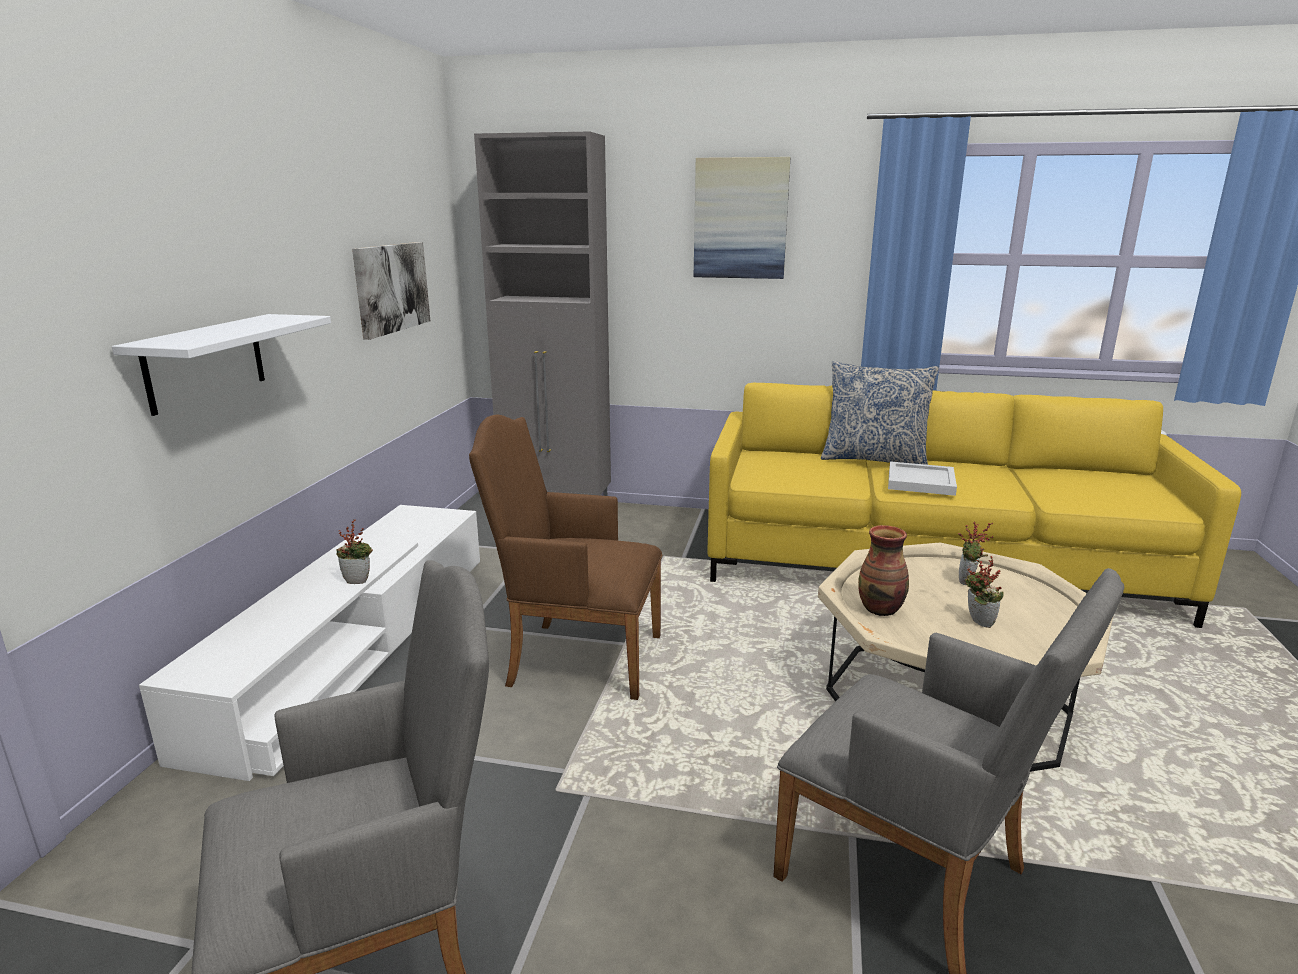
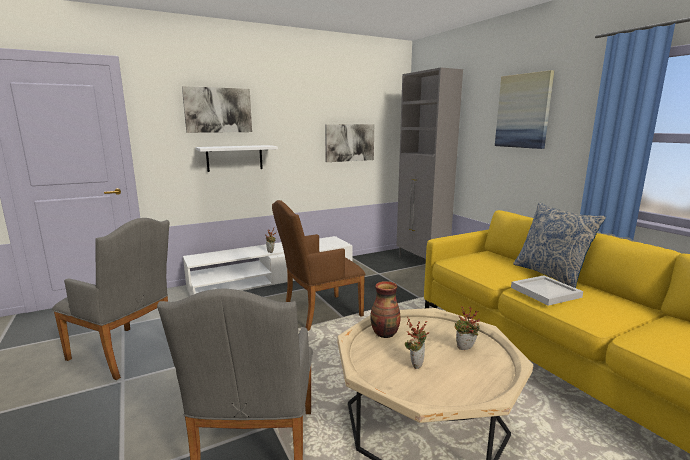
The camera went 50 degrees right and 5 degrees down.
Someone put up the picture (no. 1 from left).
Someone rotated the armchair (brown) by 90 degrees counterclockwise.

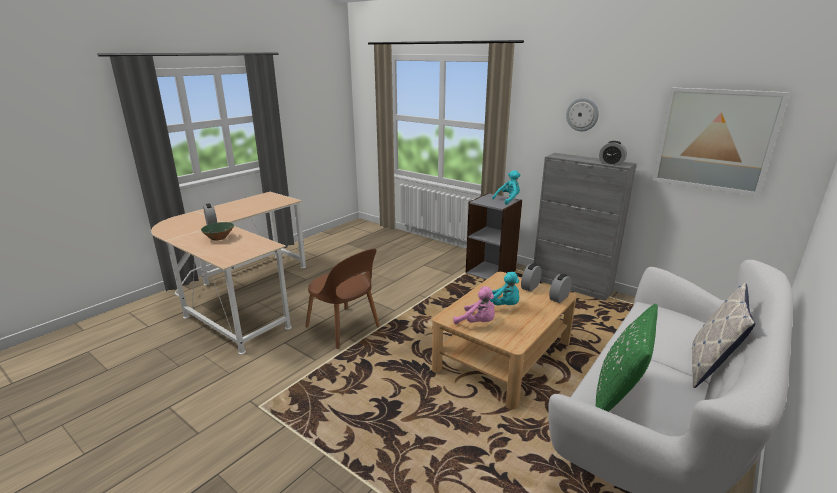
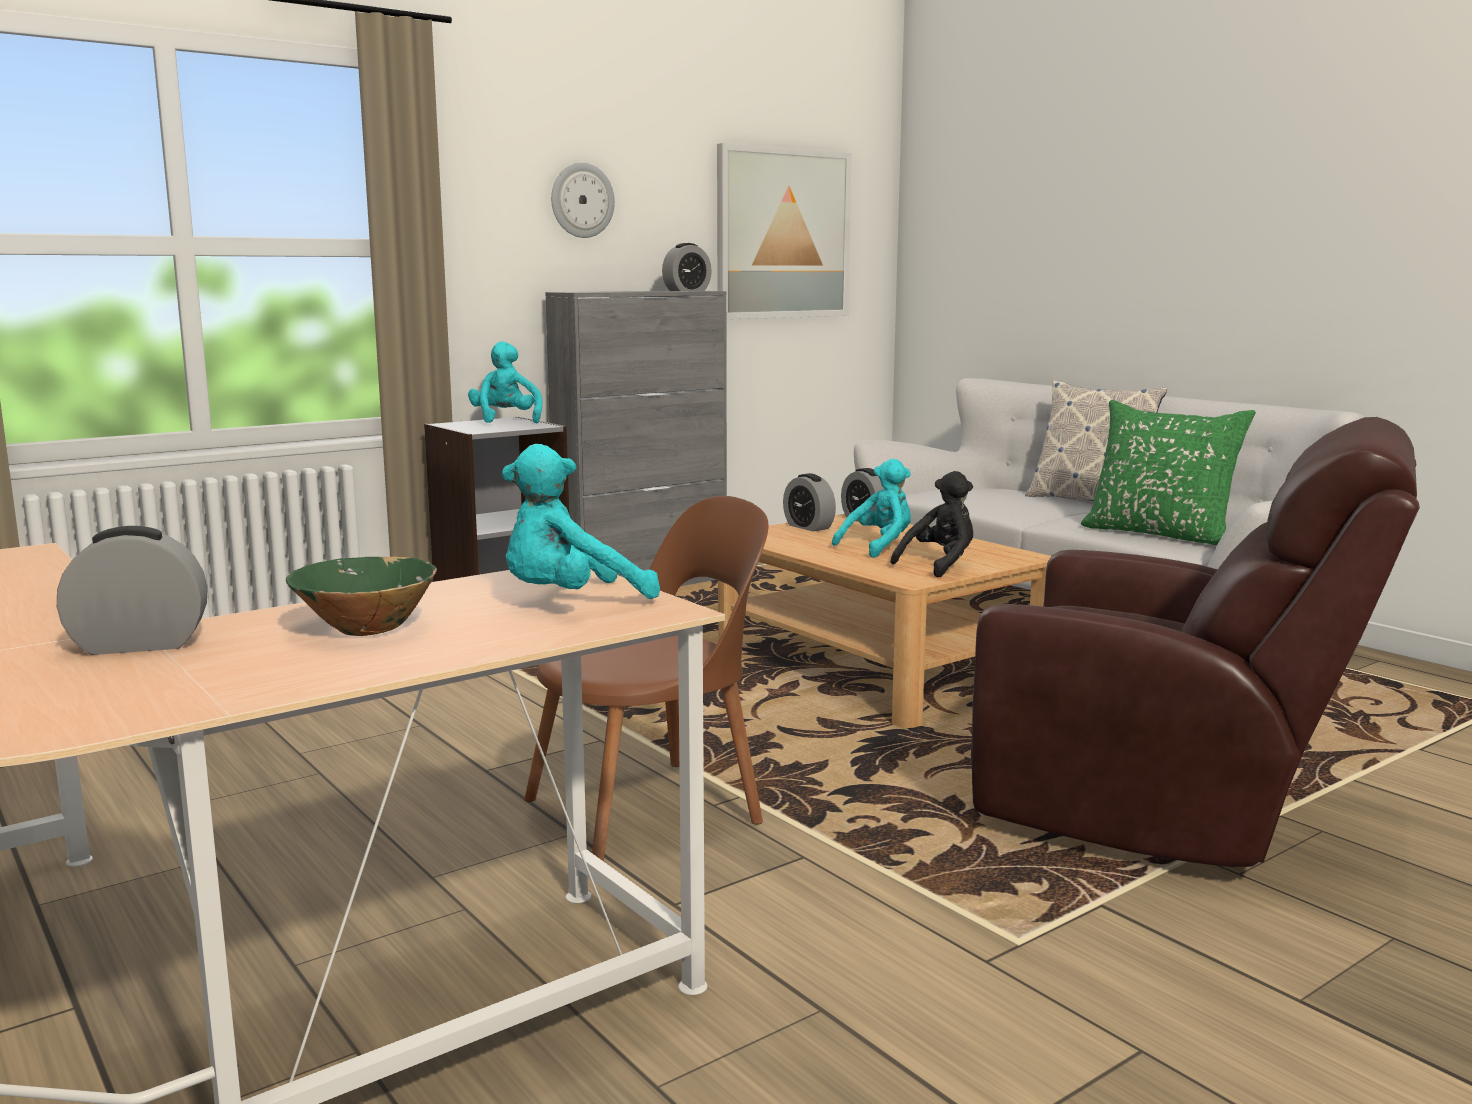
The camera went 75 degrees left and 10 degrees down.
Someone put down the plush toy (turquoise) (no. 2 from left).
Someone put down the armchair (brown).
Someone repainted the plush toy (pink), which became the plush toy (black).

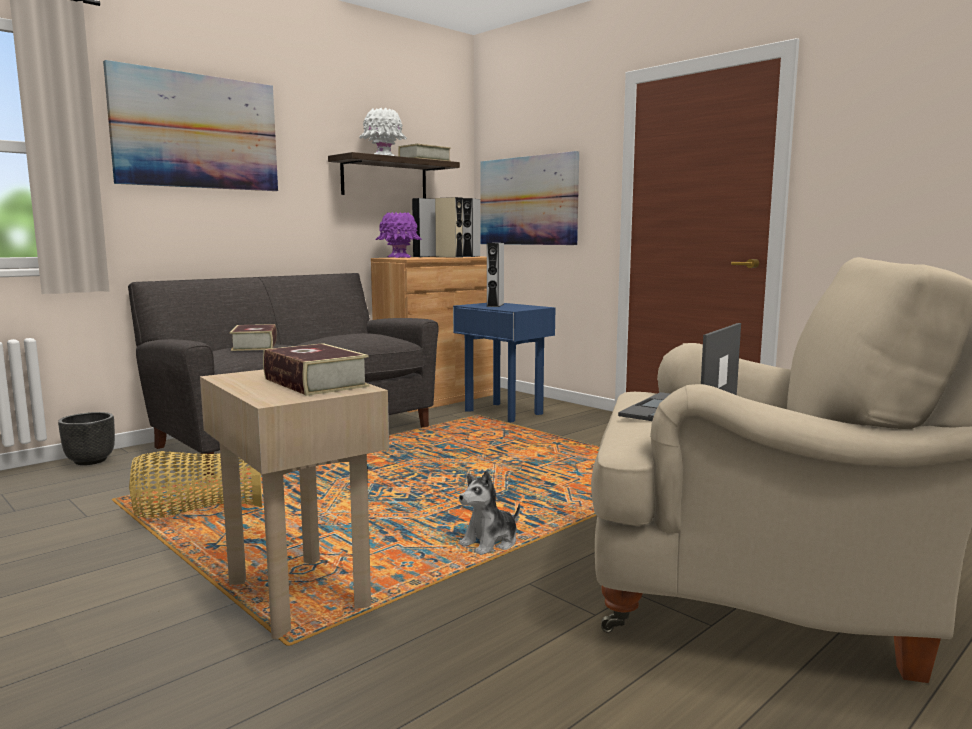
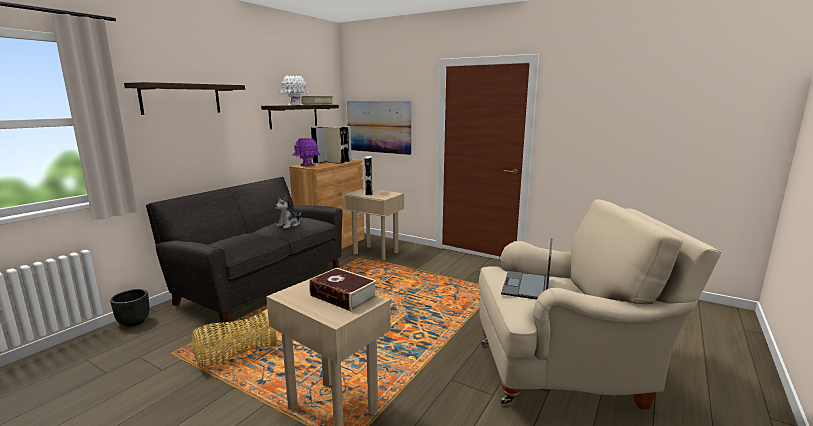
The camera went 15 degrees left and 5 degrees up.
Someone took away the book (no. 1 from left).
Someone carried the plush toy.
Someone swapped the picture (no. 1 from left) for the shelf (no. 1 from left).
Someone repainted the side table (blue), which became the side table (beige) (no. 2 from left).

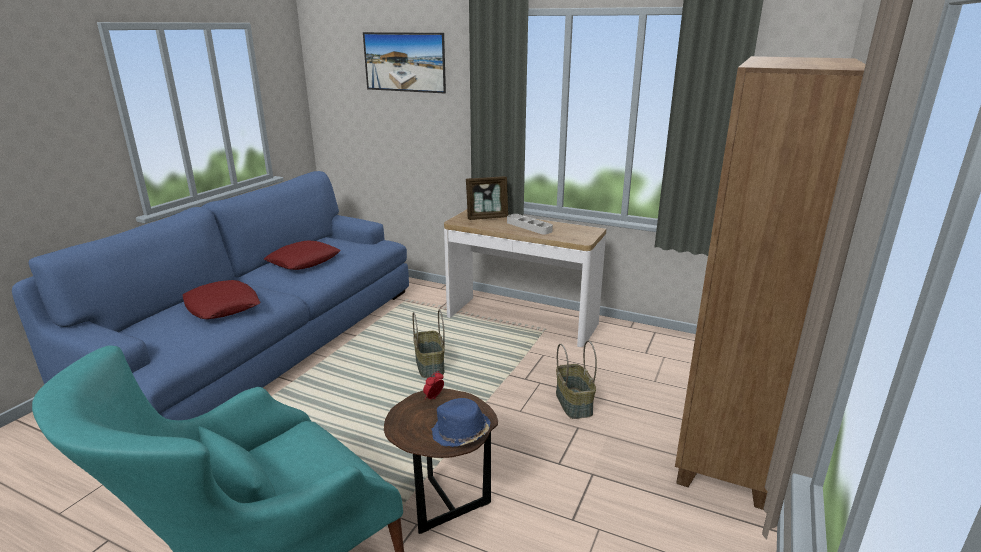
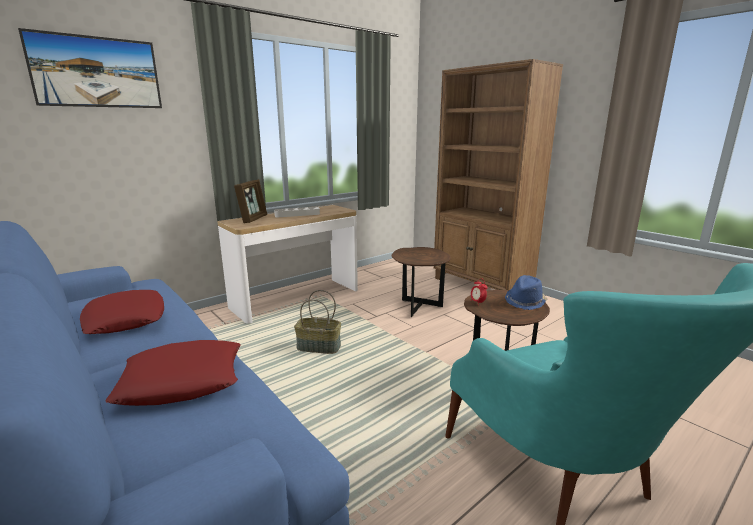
The camera went 65 degrees left and 5 degrees down.
Someone swapped the basket (no. 2 from left) for the side table (brown) (no. 1 from left).

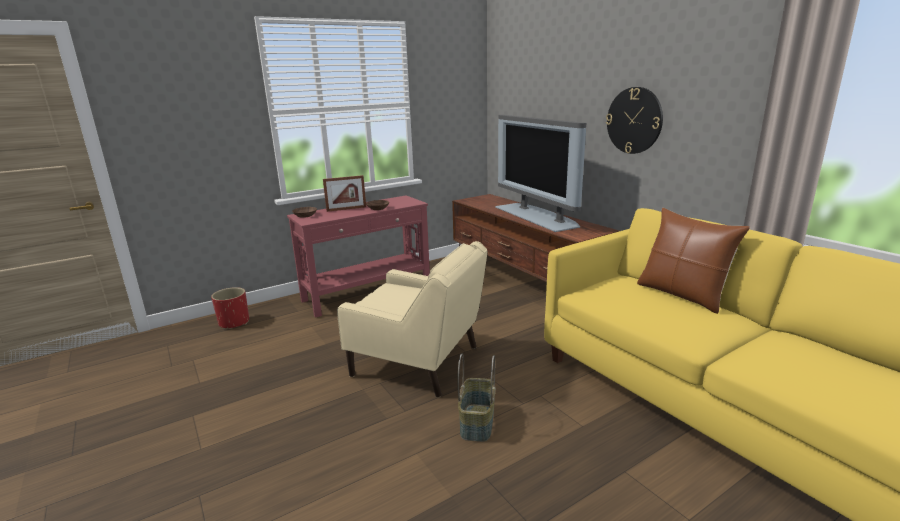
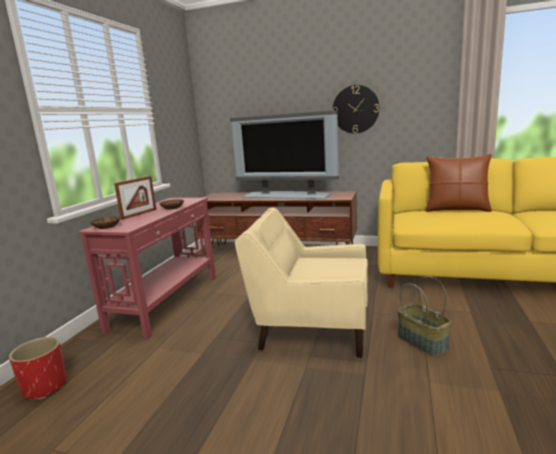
The camera went 40 degrees left and 5 degrees down.
Someone rotated the armchair (beige) by 150 degrees counterclockwise.

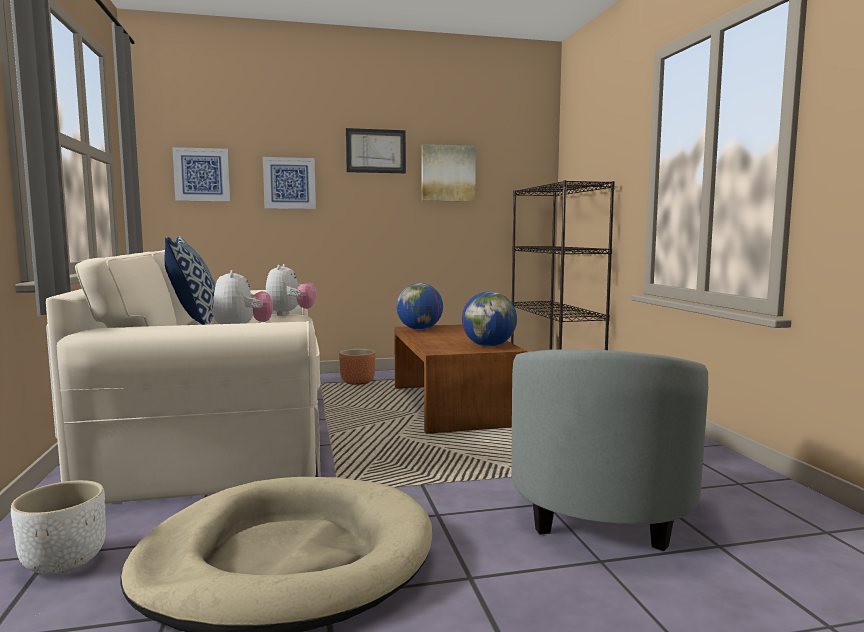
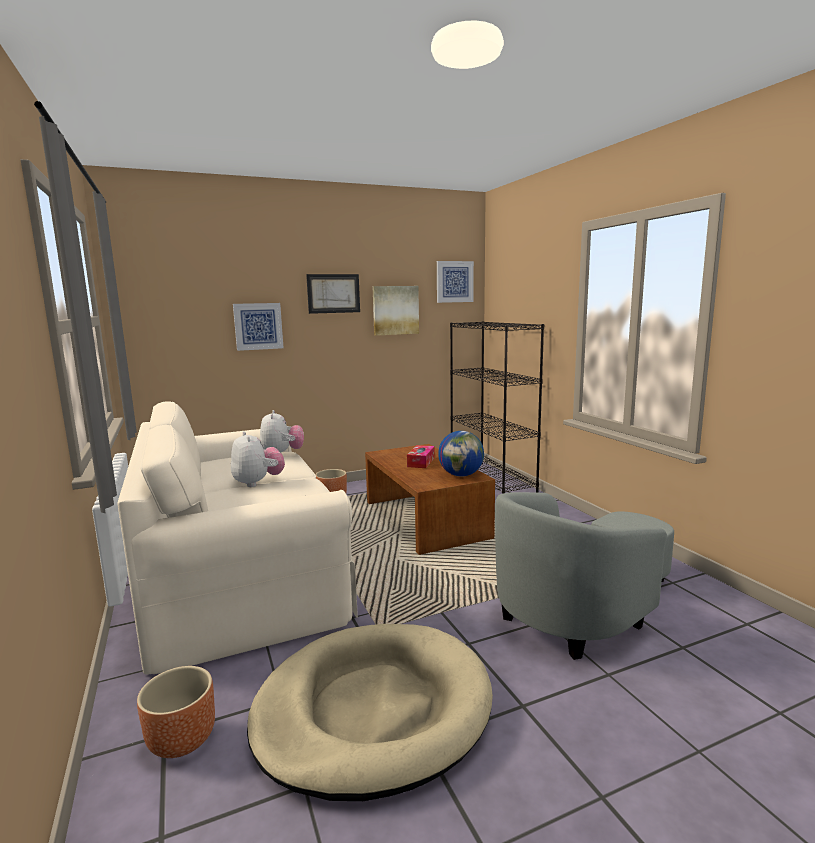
The camera went 10 degrees left and 5 degrees up.
Someone took away the pillow.
Someone took away the globe (no. 1 from left).
Someone put down the tissue box.
Someone carried the picture (no. 1 from left in the first image).
Someone repainted the planter (white), which became the planter (brown) (no. 1 from left).
Someone rotated the armchair (grey) by 45 degrees clockwise.

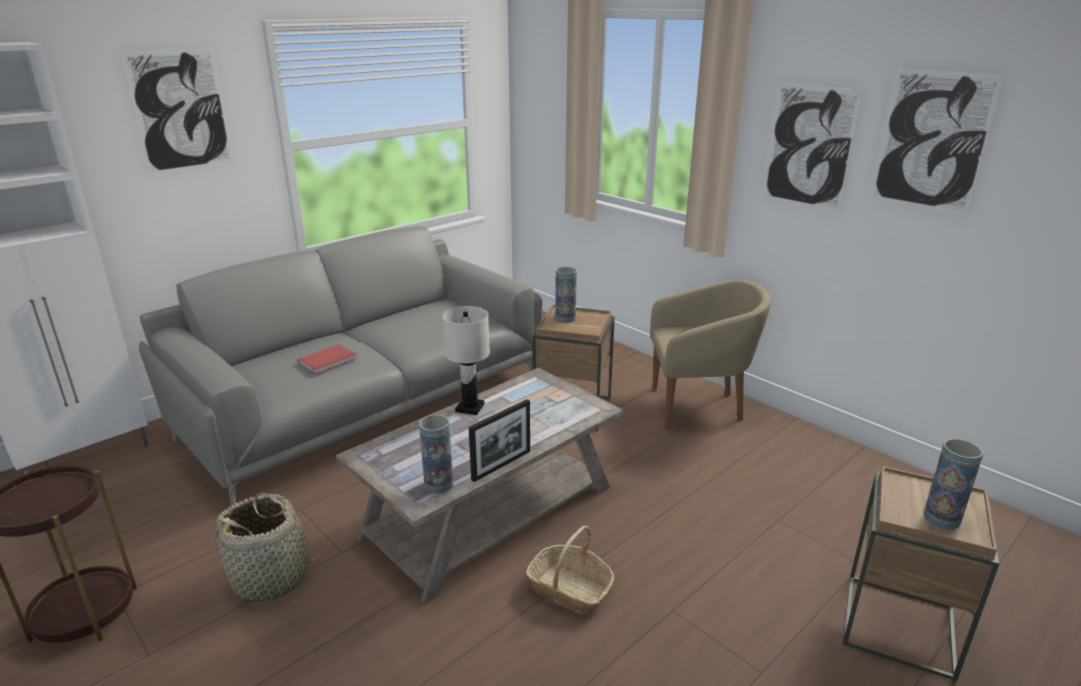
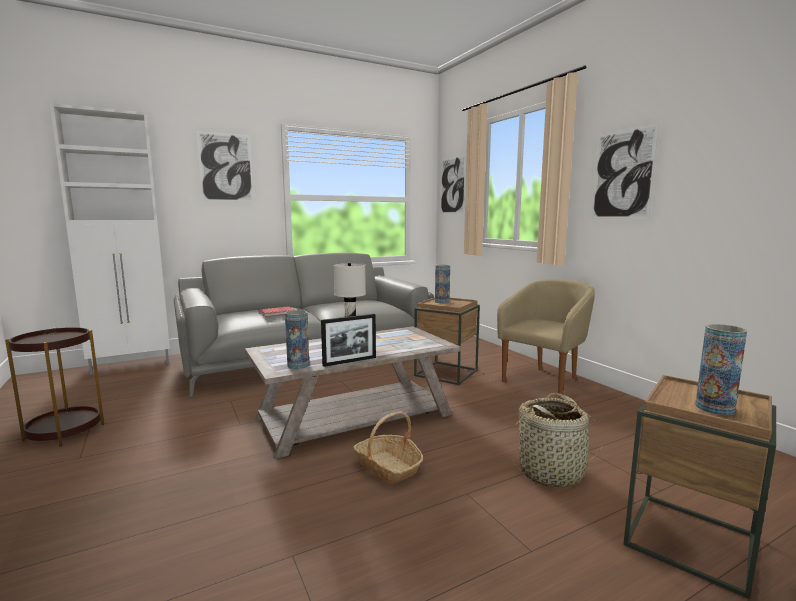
The camera went 15 degrees right and 15 degrees down.
Someone carried the basket (no. 1 from left in the first image).
Someone carried the picture (no. 3 from left in the first image).
Someone rotated the armchair (beige) by 60 degrees counterclockwise.

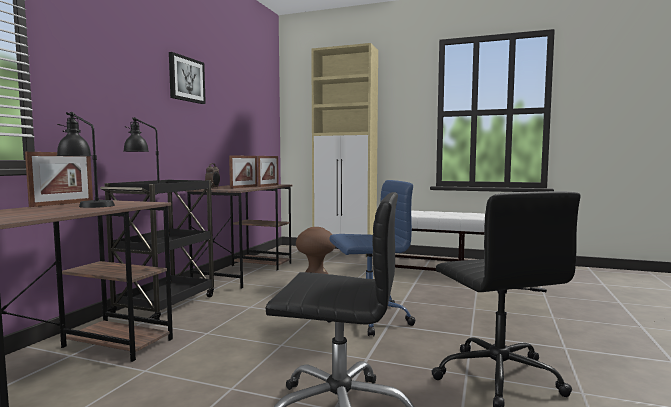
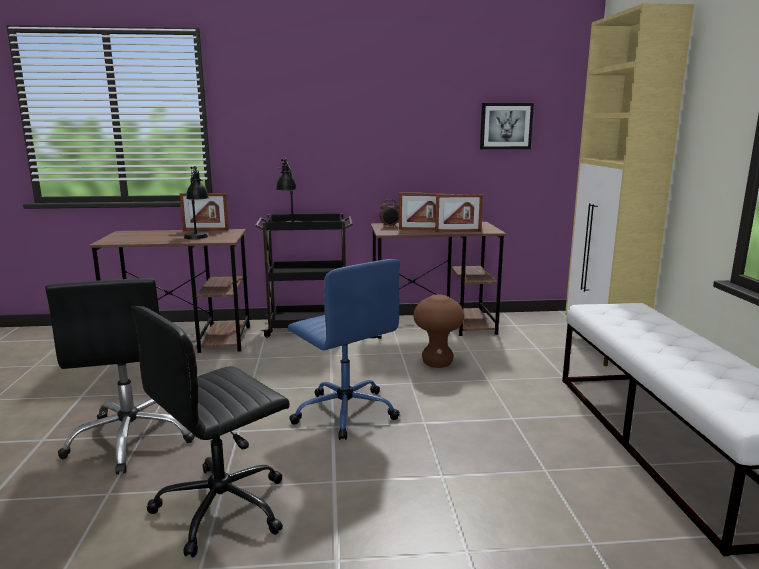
The camera went 65 degrees right and 10 degrees up.
Someone carried the picture.

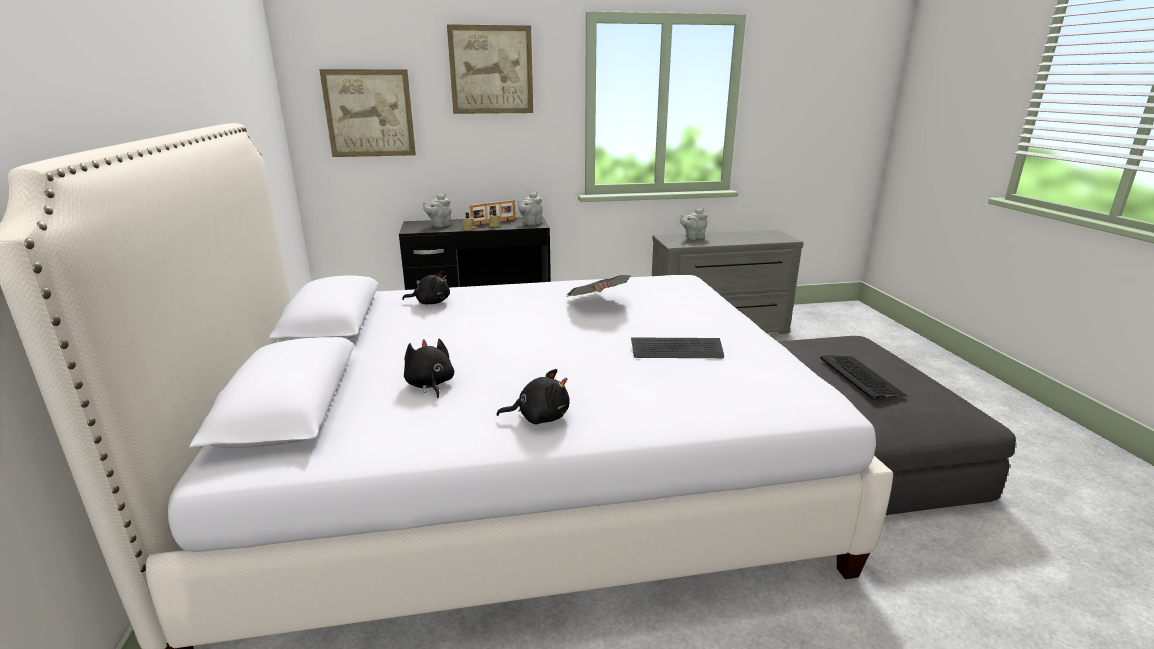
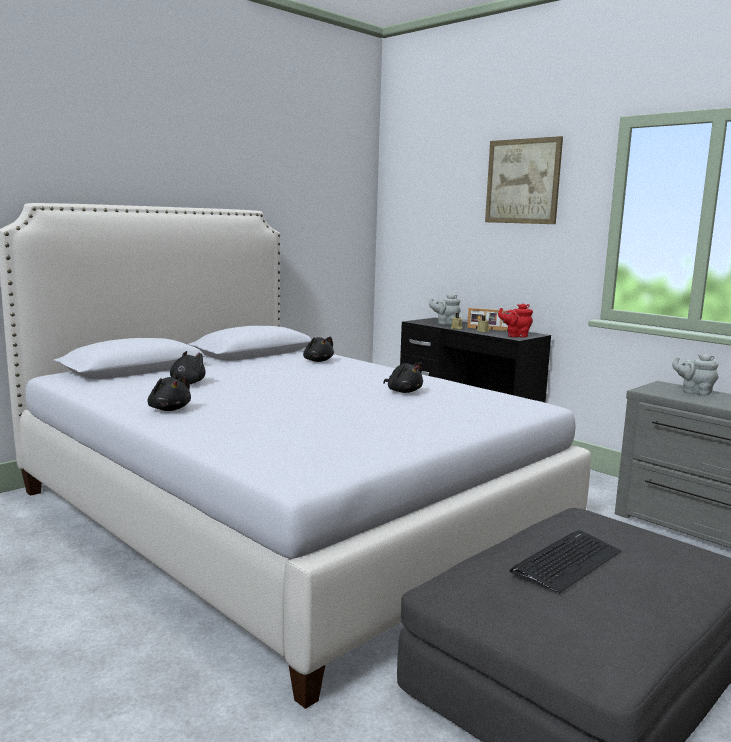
The camera went 55 degrees right and 10 degrees down.
Someone took away the picture (no. 1 from left).
Someone took away the keyboard (no. 1 from left).
Someone swapped the newspaper for the plush toy (black) (no. 4 from left).
Someone repainted the teapot (grey) (no. 2 from left), which became the teapot (red).

